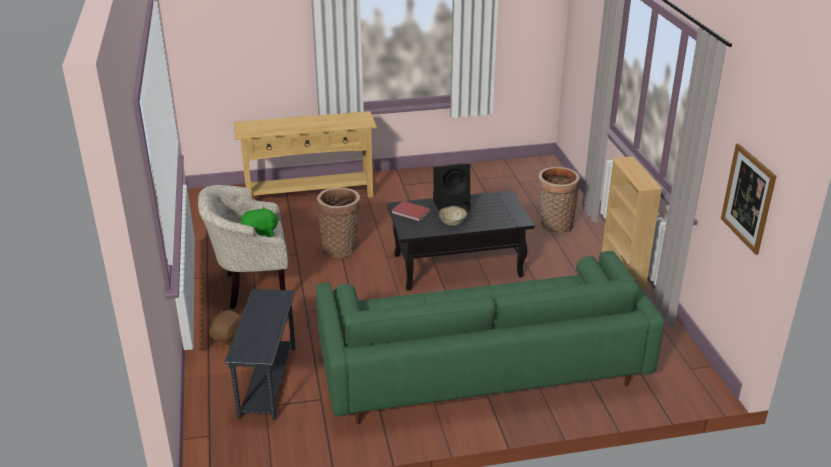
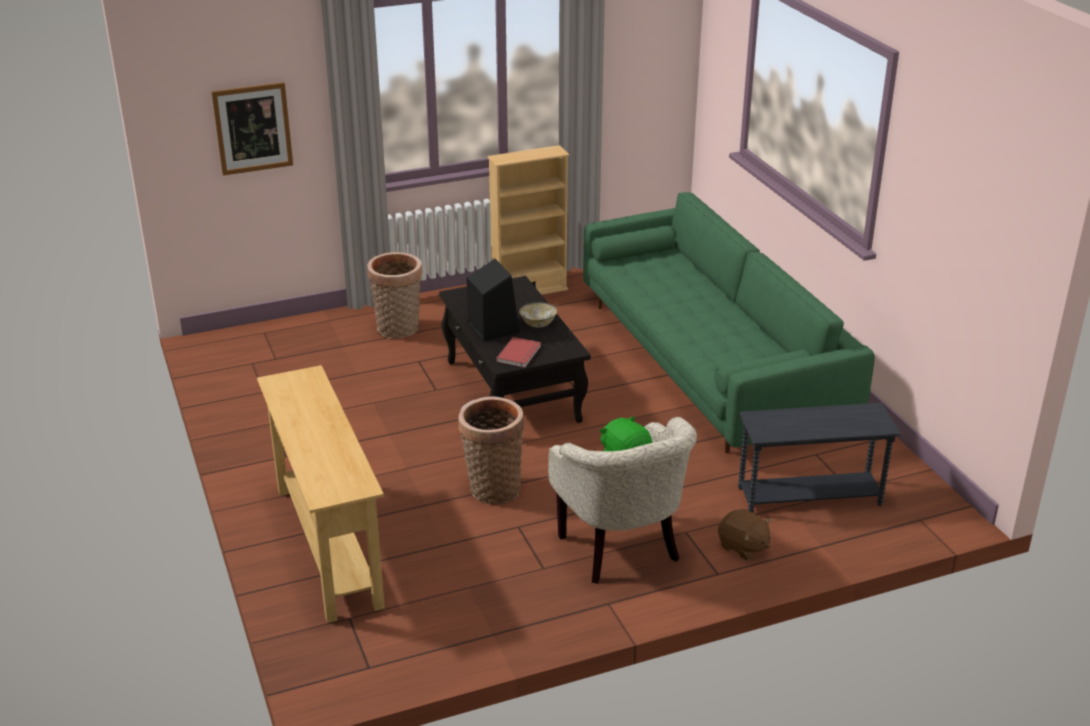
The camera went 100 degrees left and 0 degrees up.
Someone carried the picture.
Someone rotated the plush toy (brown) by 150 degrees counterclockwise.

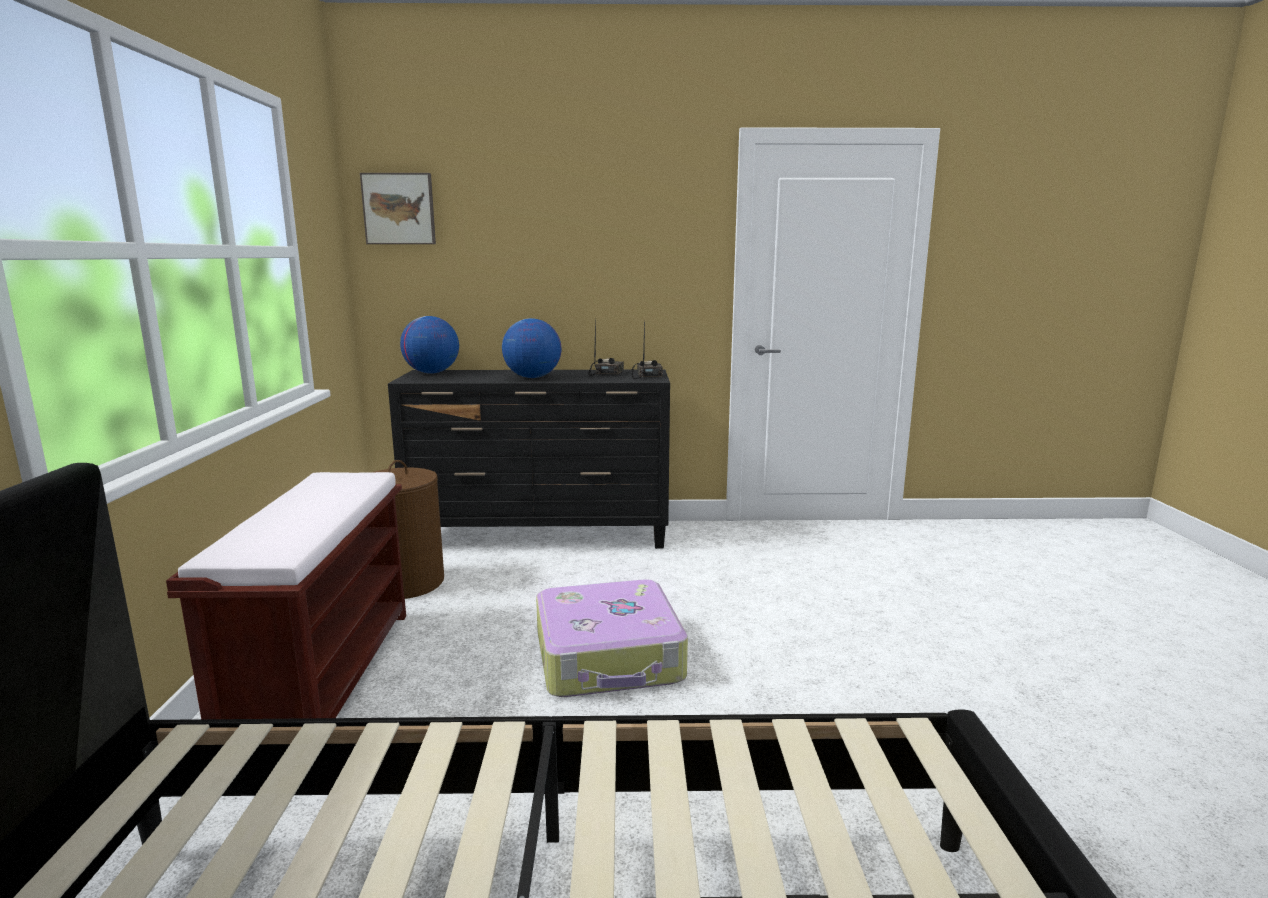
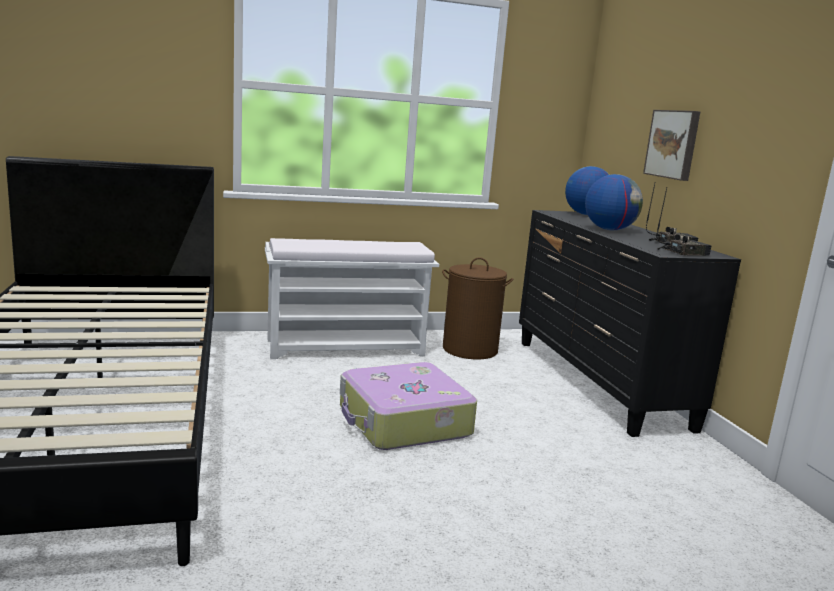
The camera went 75 degrees right and 0 degrees up.
Someone carried the picture.
Someone repainted the bench (brown), which became the bench (white).

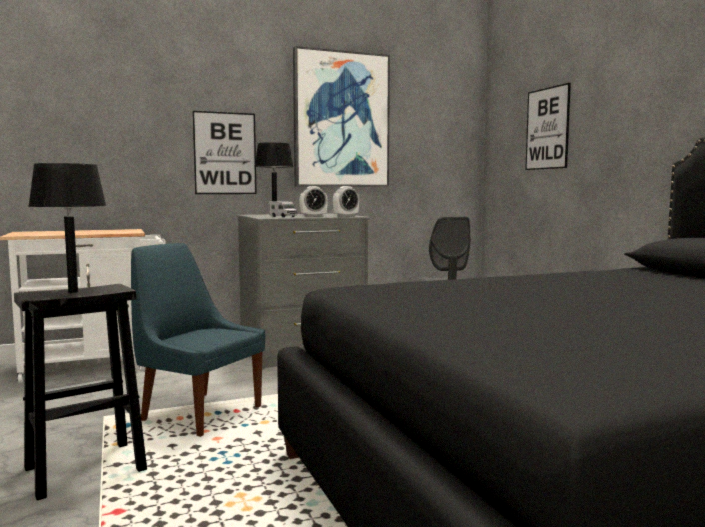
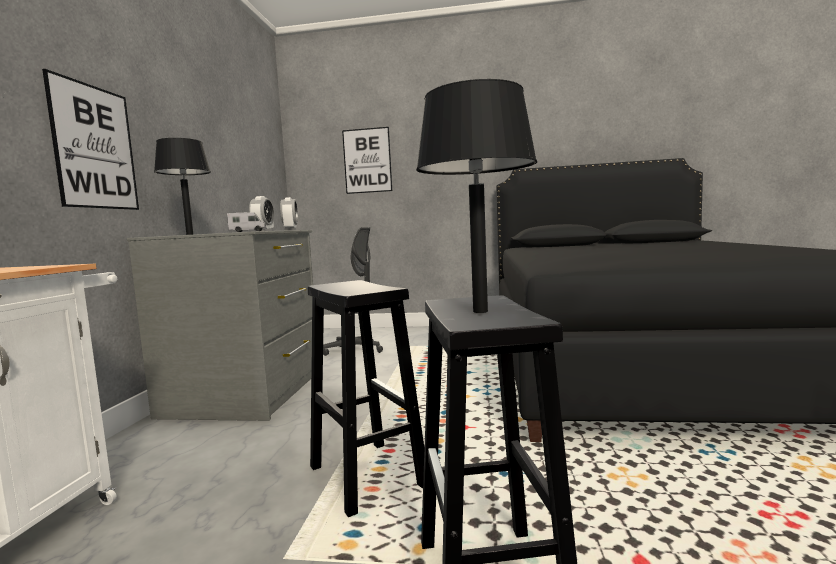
The camera went 60 degrees left and 0 degrees up.
Someone took away the picture (no. 2 from left).
Someone swapped the chair (blue) for the stool (black) (no. 1 from left).

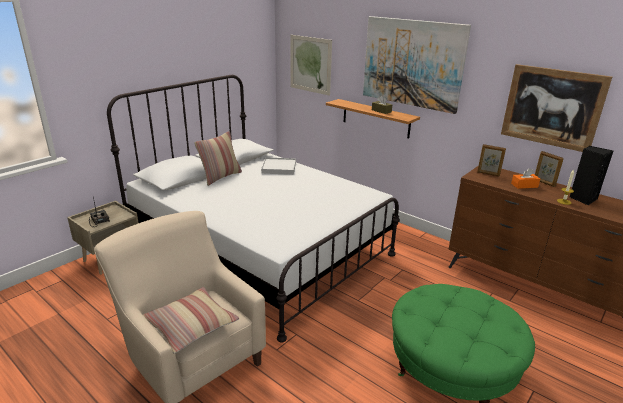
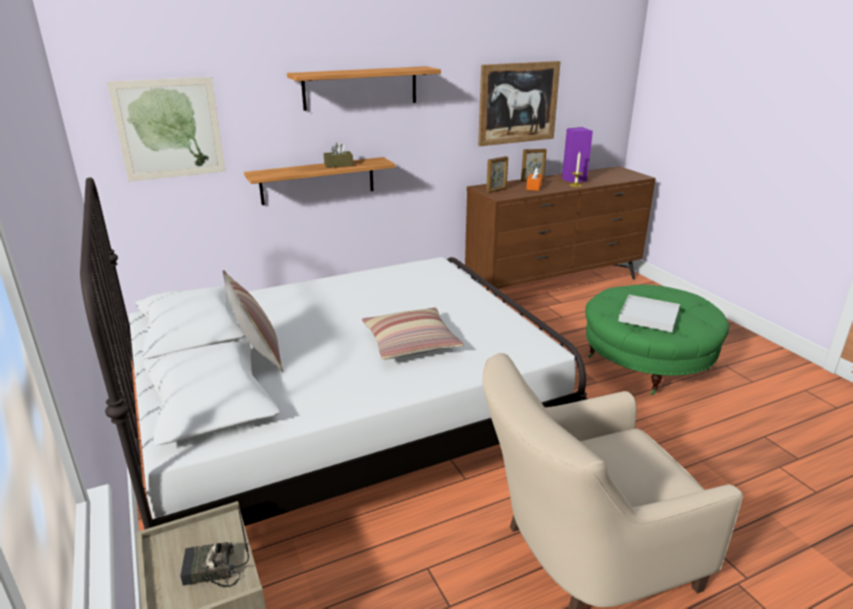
The camera went 65 degrees left and 0 degrees up.
Someone carried the pillow (no. 1 from left in the first image).
Someone carried the tray (white).
Someone swapped the picture (no. 2 from left) for the shelf (no. 2 from left).
Someone repainted the speaker (black), which became the speaker (purple).

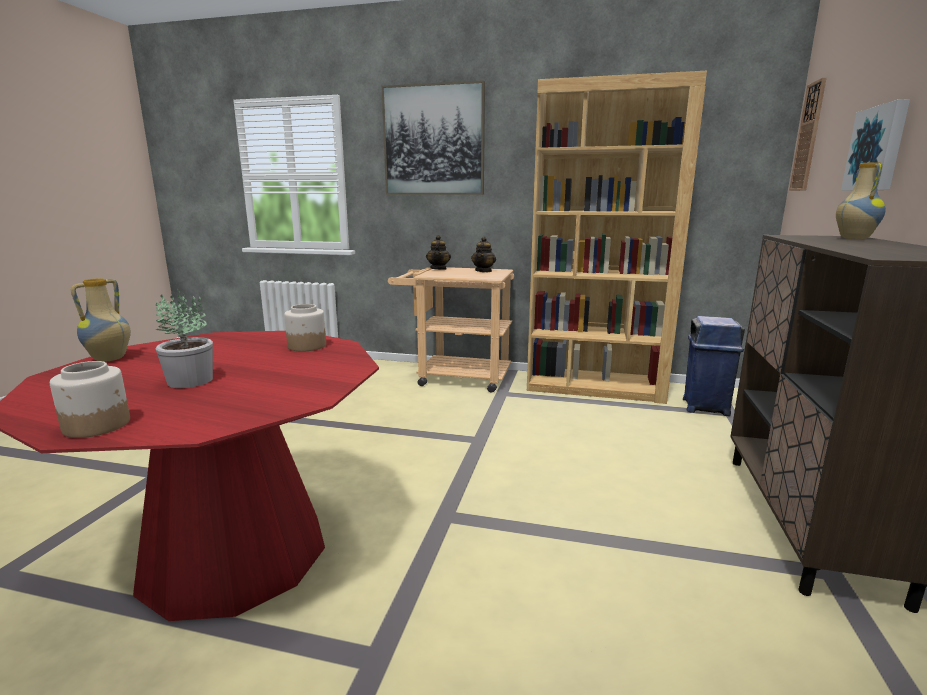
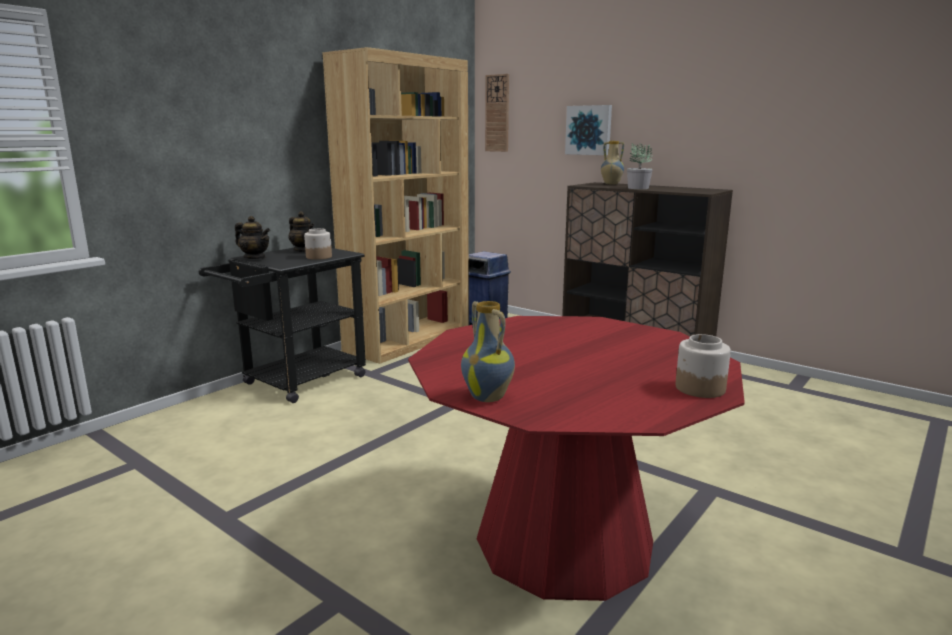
The camera went 65 degrees left and 0 degrees up.
Someone took away the picture (no. 1 from left).
Someone carried the potted plant.
Someone carried the jar (no. 2 from left in the first image).
Someone repainted the cart (beige), which became the cart (black).

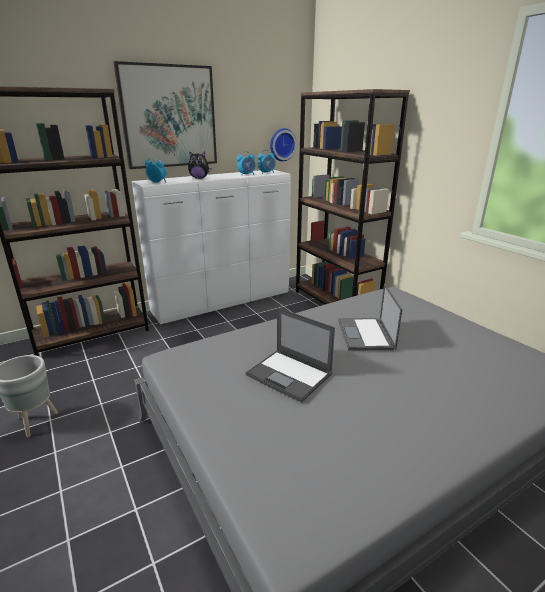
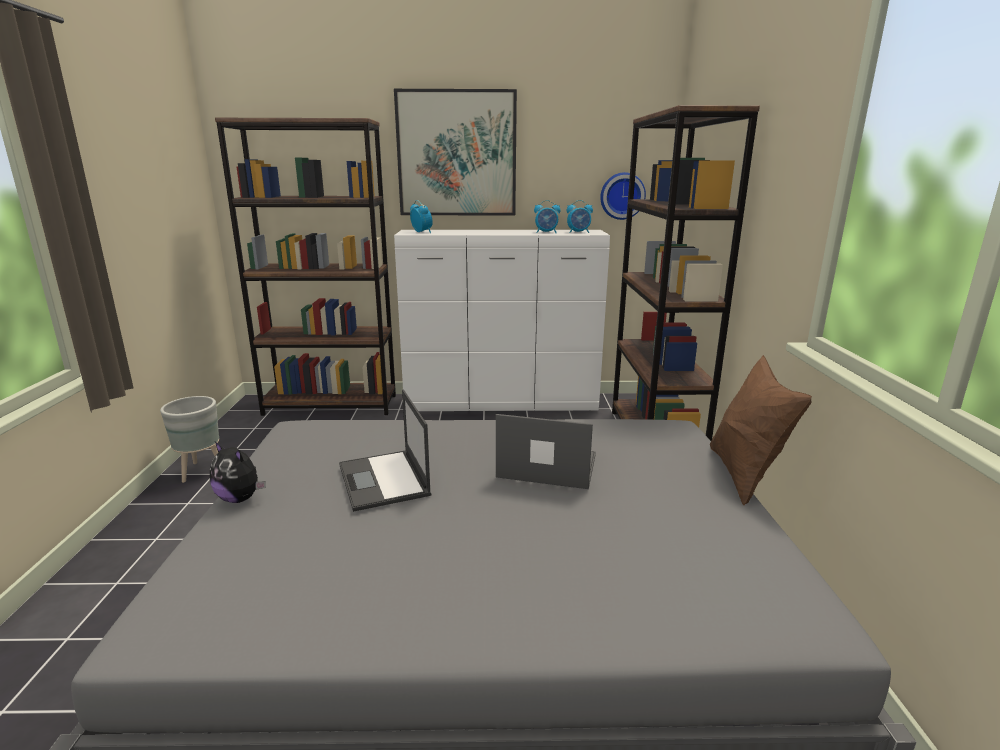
The camera went 30 degrees right and 5 degrees down.
Someone put down the pillow (brown).
Someone carried the plush toy.
Someone rotated the laptop (no. 2 from left) by 75 degrees clockwise.

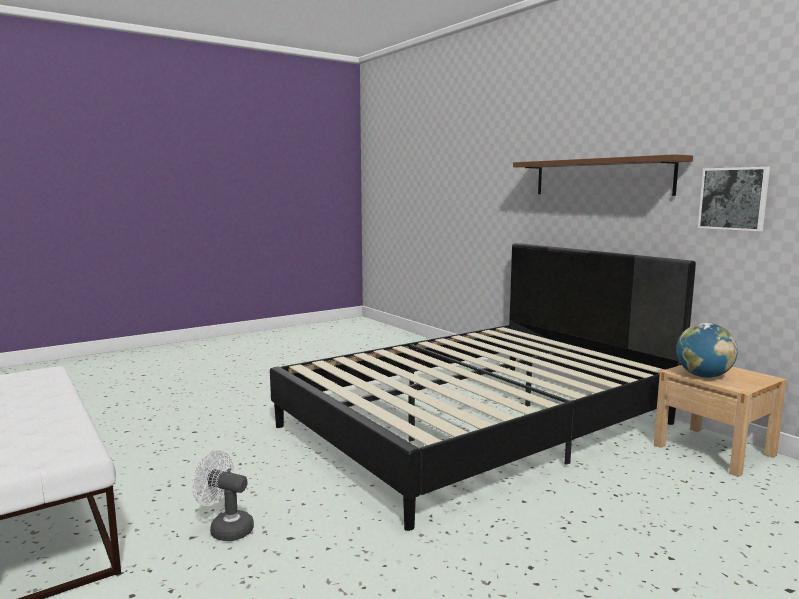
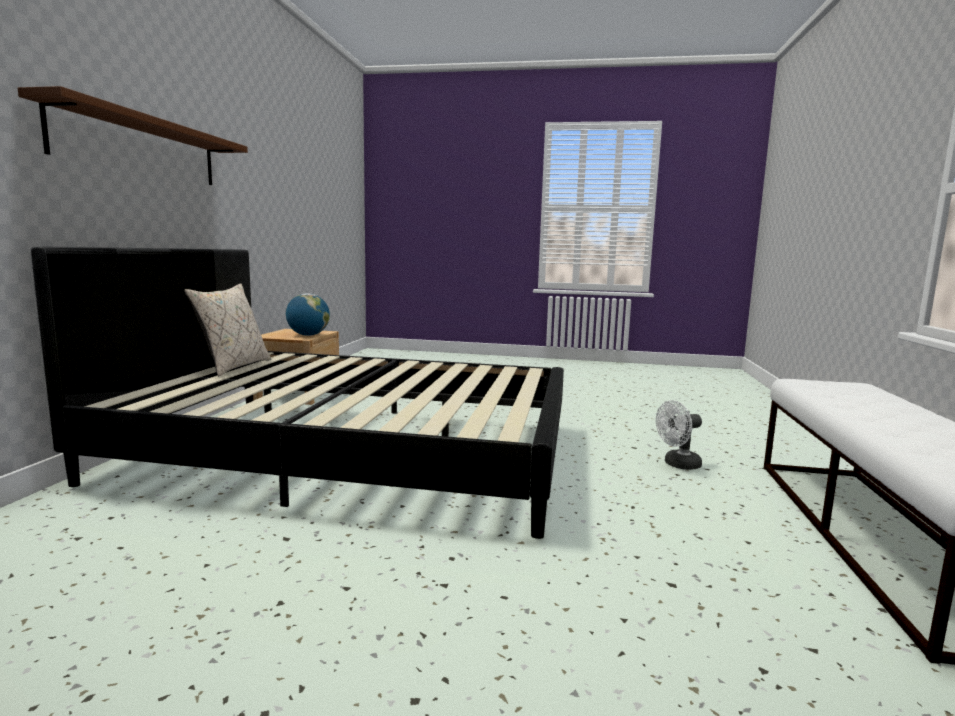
The camera went 135 degrees left and 0 degrees up.
Someone took away the picture.
Someone put down the pillow (beige).
Someone rotated the fan (white) by 90 degrees clockwise.

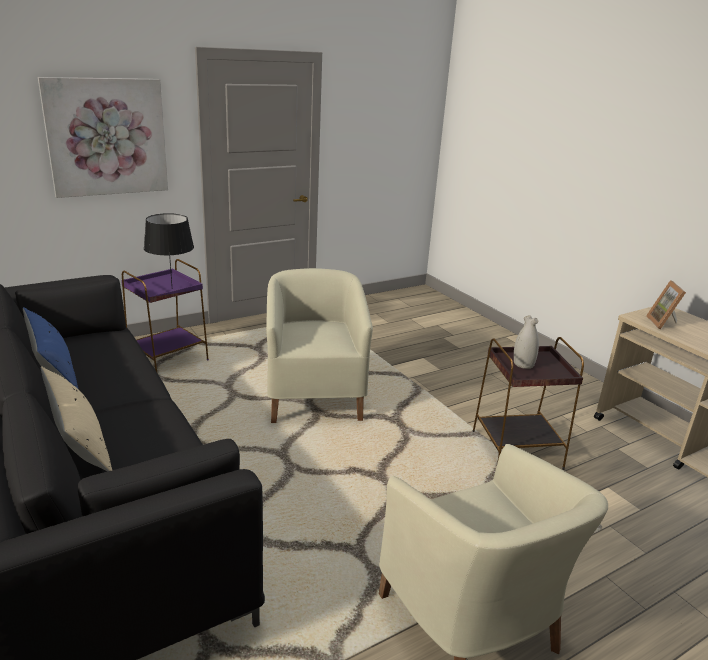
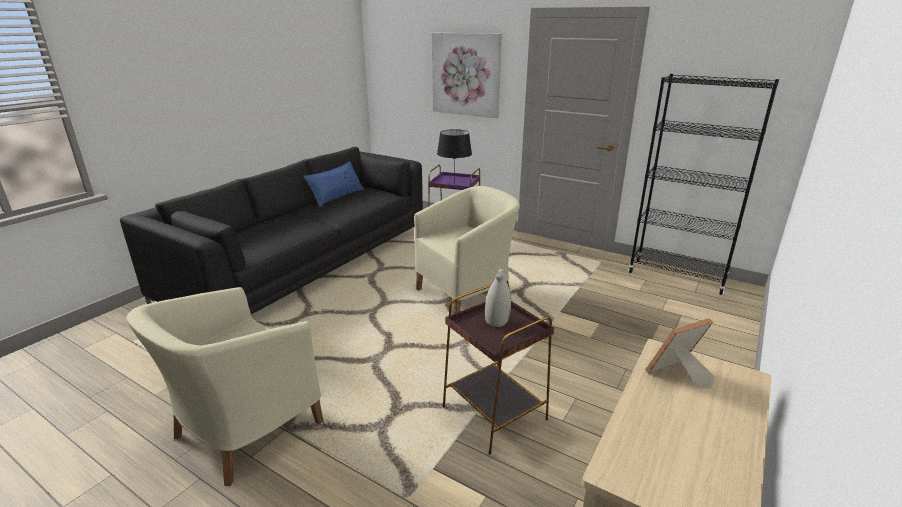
The camera went 65 degrees right and 0 degrees up.
Someone took away the pillow (beige).
Someone put down the bookcase (black).

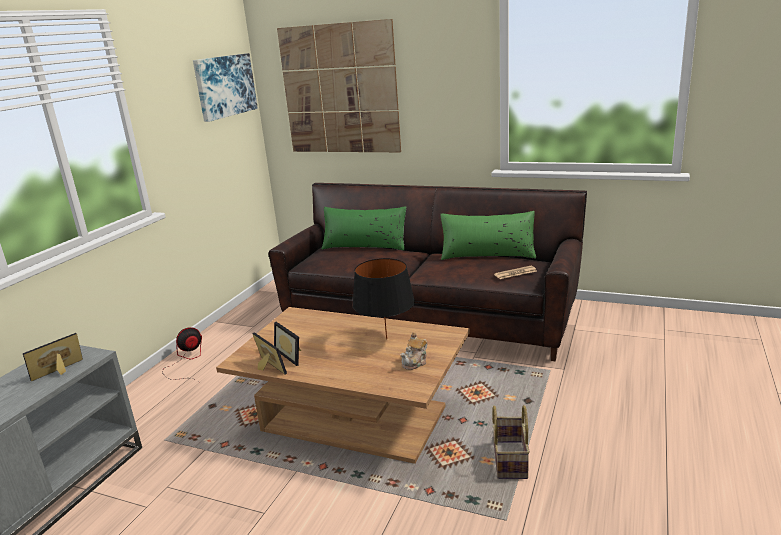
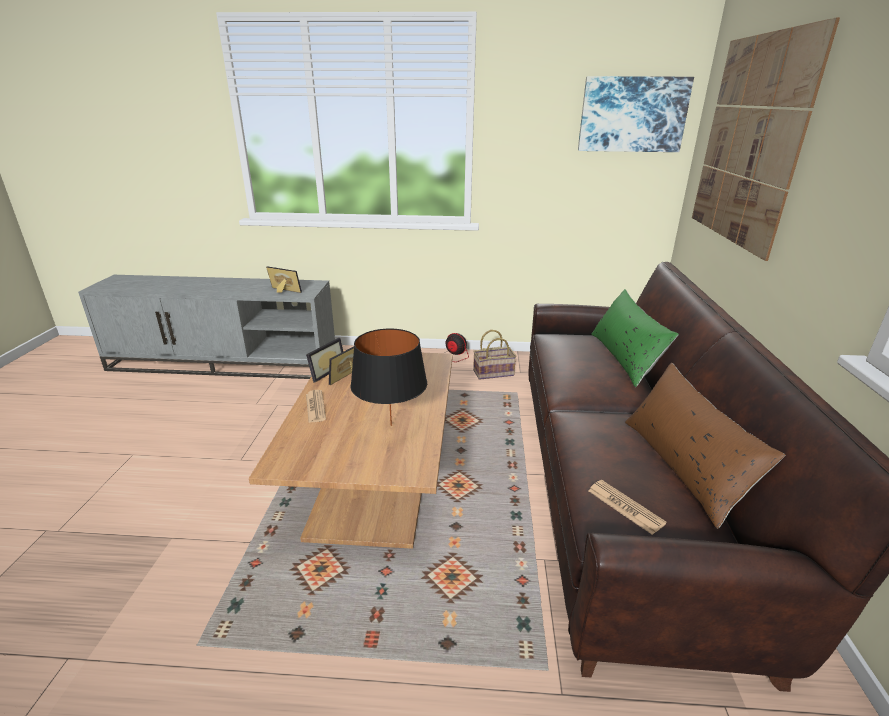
The camera went 70 degrees right and 5 degrees up.
Someone took away the teapot.
Someone put down the newspaper (no. 1 from left).
Someone carried the basket.
Someone repainted the pillow (green) (no. 2 from left), which became the pillow (brown).

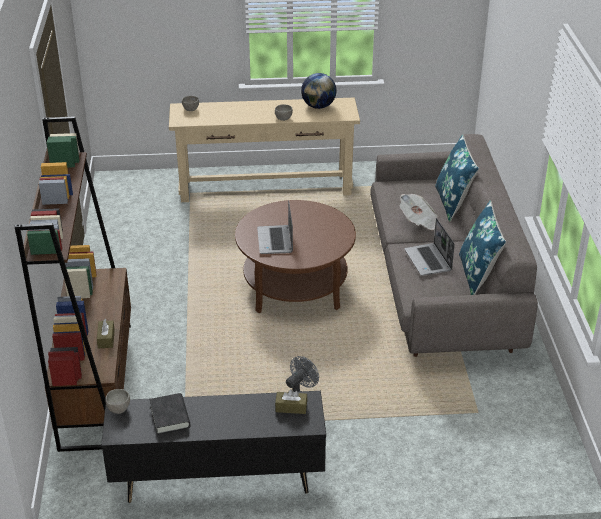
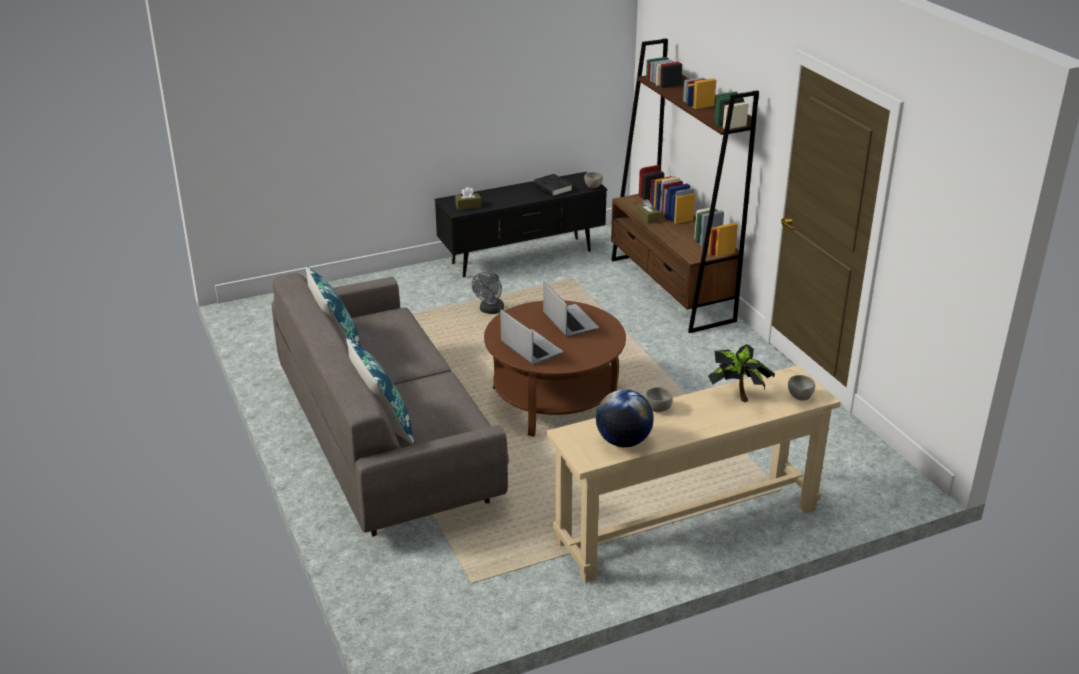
The camera went 160 degrees right and 5 degrees down.
Someone took away the newspaper.
Someone put down the potted plant.
Someone carried the laptop (no. 2 from left in the first image).

